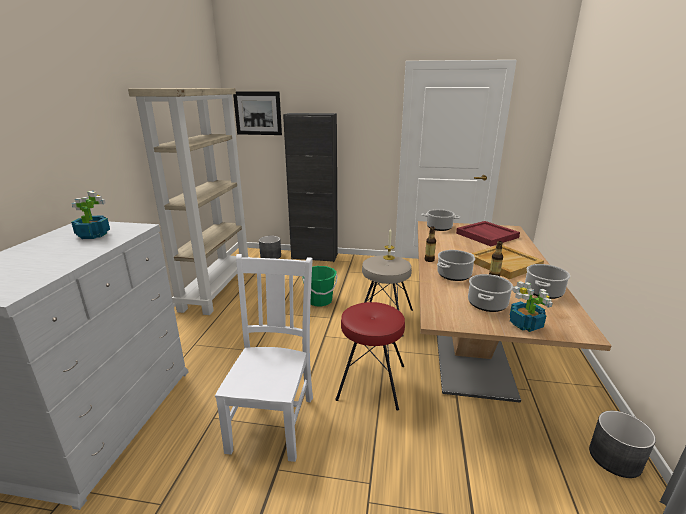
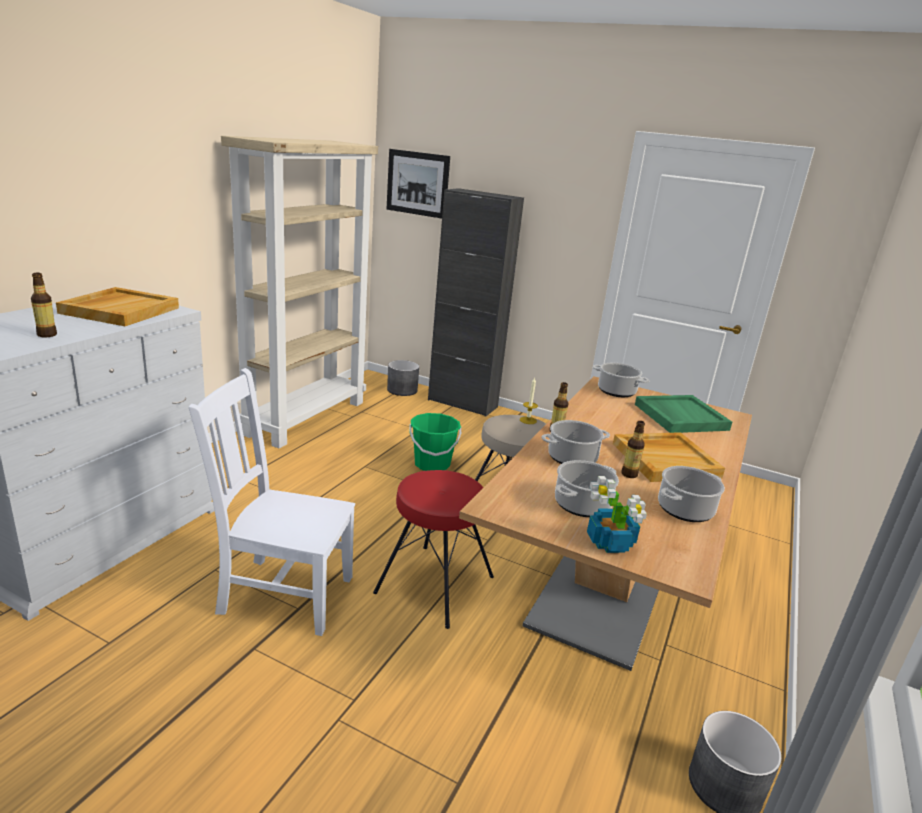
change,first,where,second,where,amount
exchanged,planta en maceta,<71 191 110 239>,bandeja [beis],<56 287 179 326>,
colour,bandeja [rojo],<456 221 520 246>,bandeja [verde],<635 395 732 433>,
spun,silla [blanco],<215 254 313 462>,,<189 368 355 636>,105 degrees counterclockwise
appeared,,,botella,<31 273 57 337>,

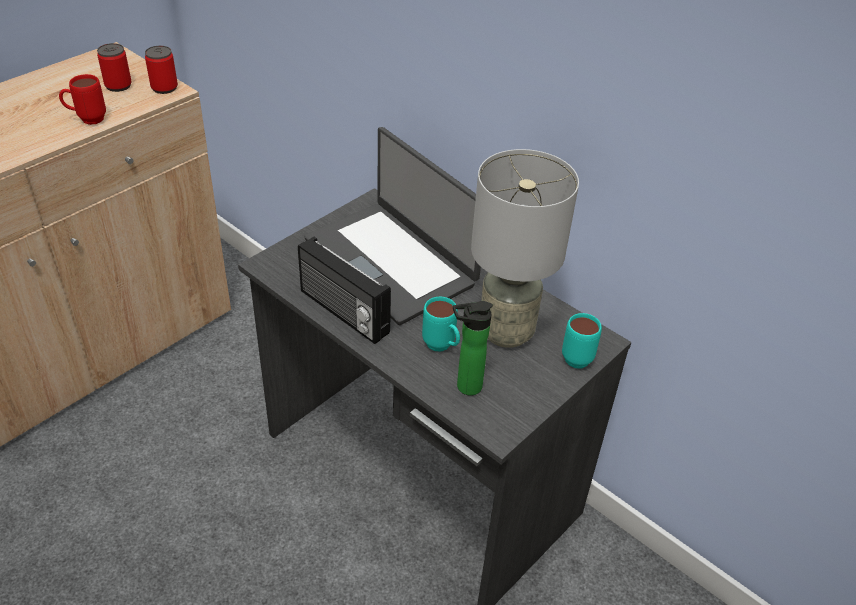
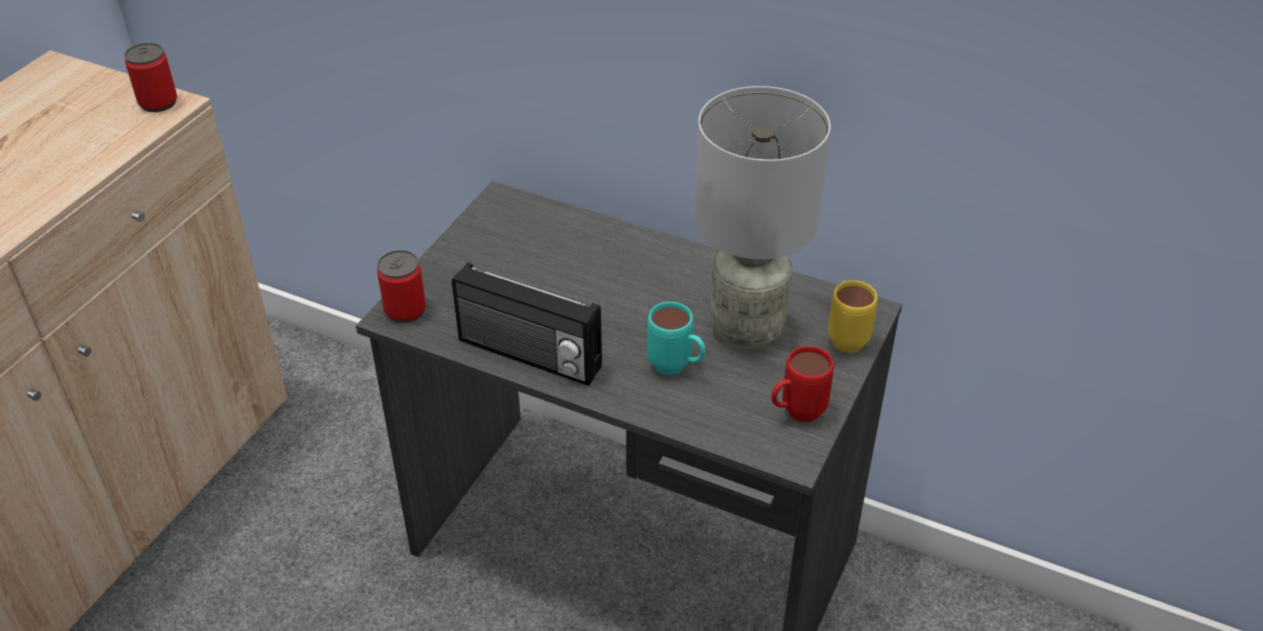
change,first,where,second,where,amount
relocated,lata,<97 43 132 92>,,<377 250 426 323>,
relocated,taza grande [rojo],<59 74 106 125>,,<772 346 834 422>,
missing,portátil,<304 127 481 325>,,,
missing,botella,<453 301 493 396>,,,
colour,taza grande [turquesa],<562 313 602 368>,taza grande [amarillo],<828 280 878 353>,

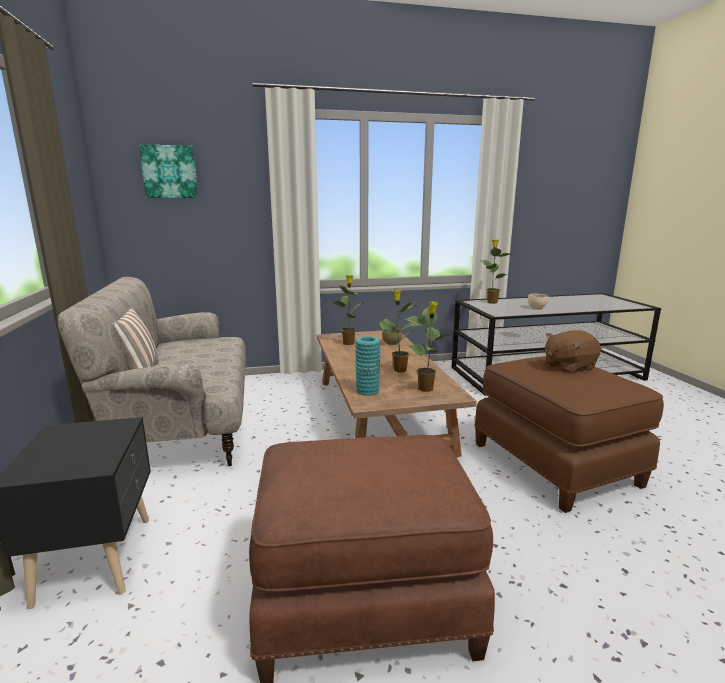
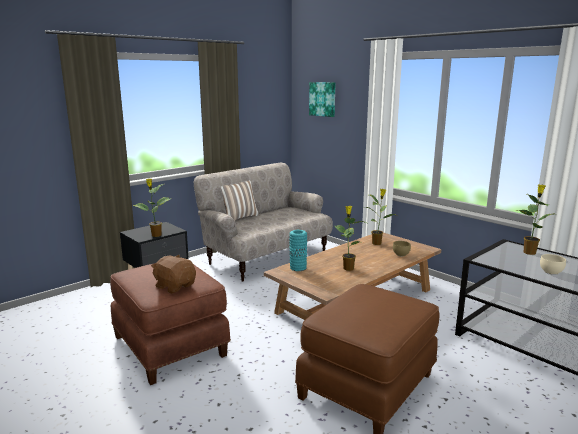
change,first,where,second,where,amount
relocated,planta en maceta,<404 301 451 392>,,<133 179 171 237>,
relocated,peluche [marrón],<545 330 601 374>,,<151 255 196 294>,

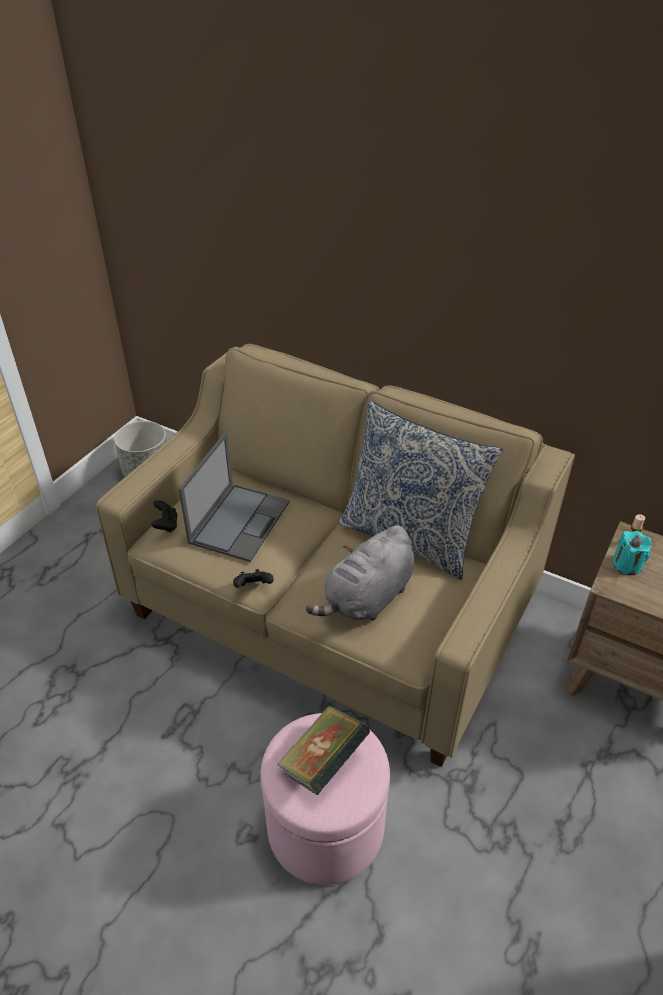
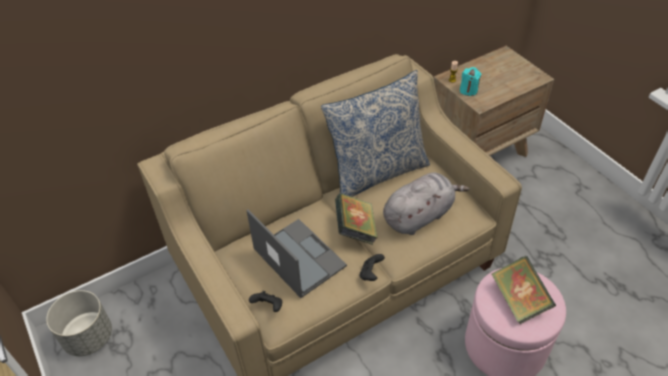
change,first,where,second,where,amount
spun,peluche [gris],<306 526 414 621>,,<383 172 470 235>,105 degrees counterclockwise
appeared,,,libro,<335 193 378 245>,

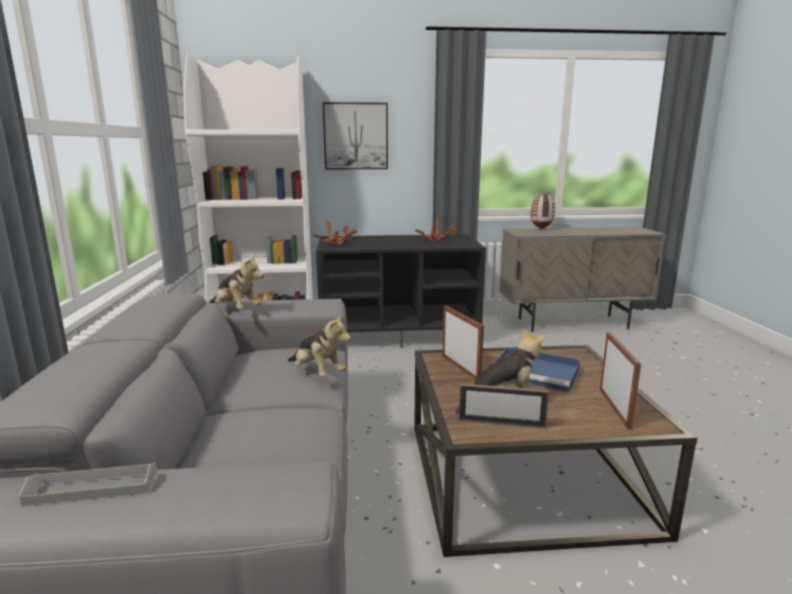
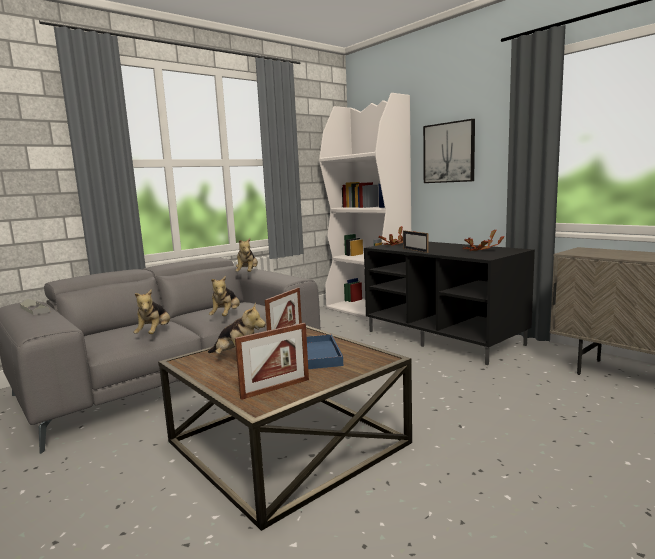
change,first,where,second,where,amount
missing,florero,<530 192 555 229>,,,
relocated,portarretratos,<459 384 549 429>,,<403 230 428 253>,
appeared,,,peluche,<134 289 170 334>,

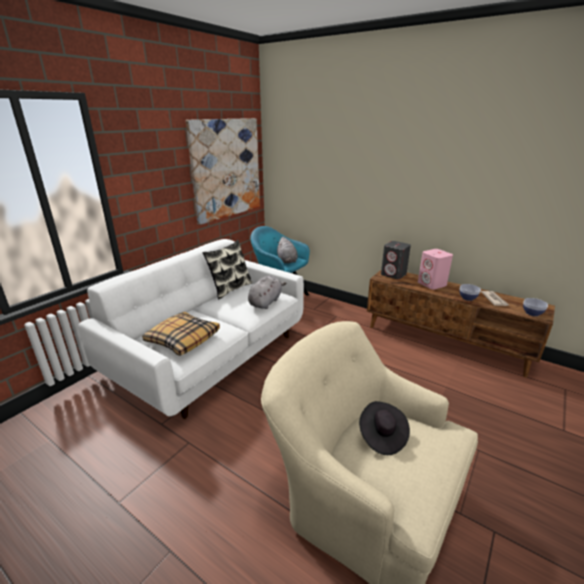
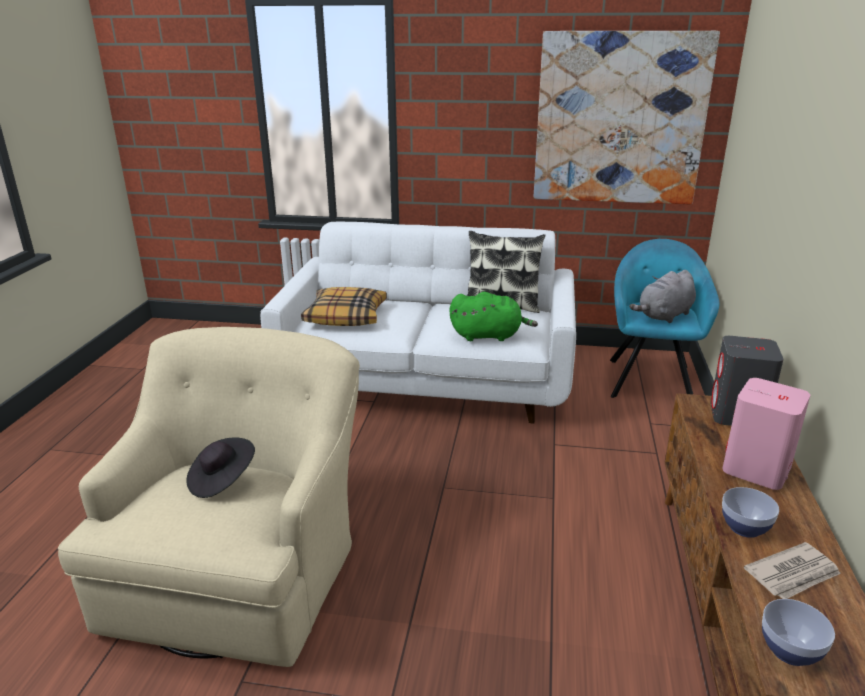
change,first,where,second,where,amount
colour,peluche [gris],<248 275 286 309>,peluche [verde],<449 292 538 341>,

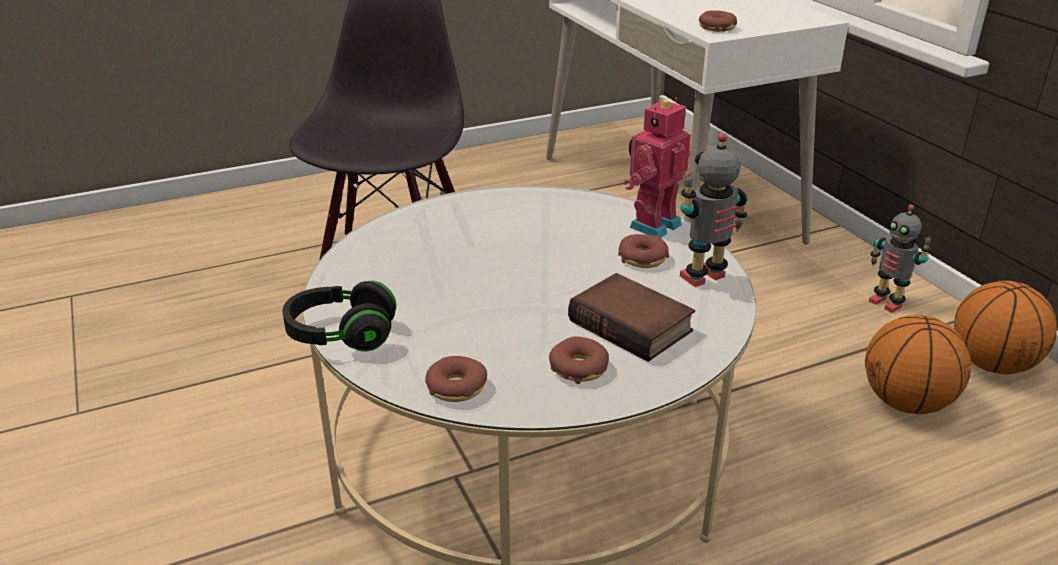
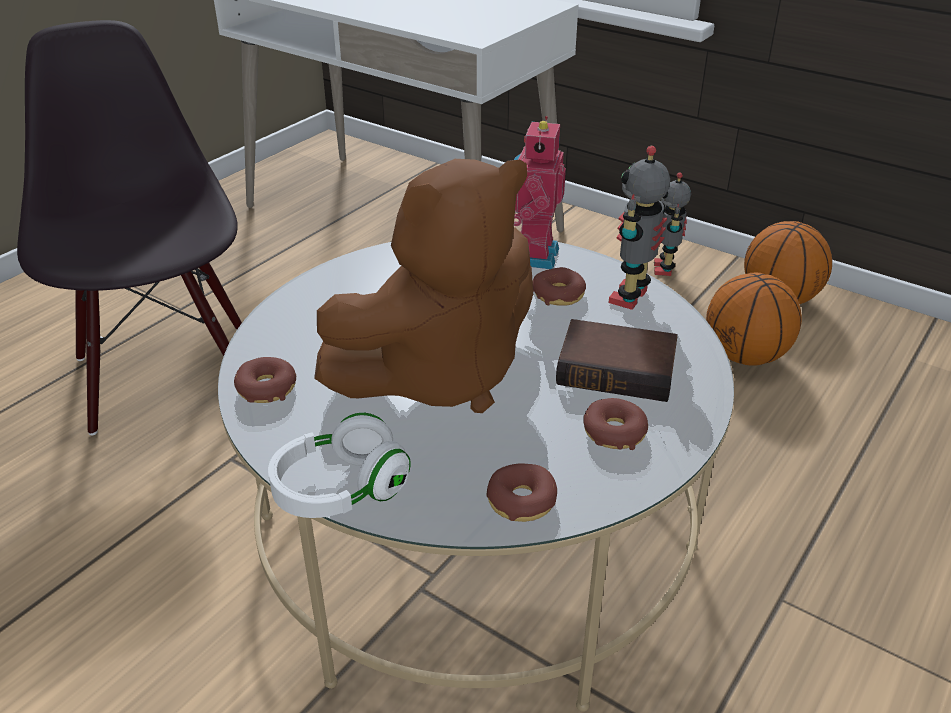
change,first,where,second,where,amount
relocated,rosquilla,<699 11 737 32>,,<234 357 296 403>,
spun,robot de juguete,<869 204 932 313>,,<654 172 691 276>,75 degrees clockwise
colour,auriculares [negro],<282 281 397 352>,auriculares [blanco],<268 413 411 518>,
appeared,,,peluche [marrón],<314 159 533 413>,

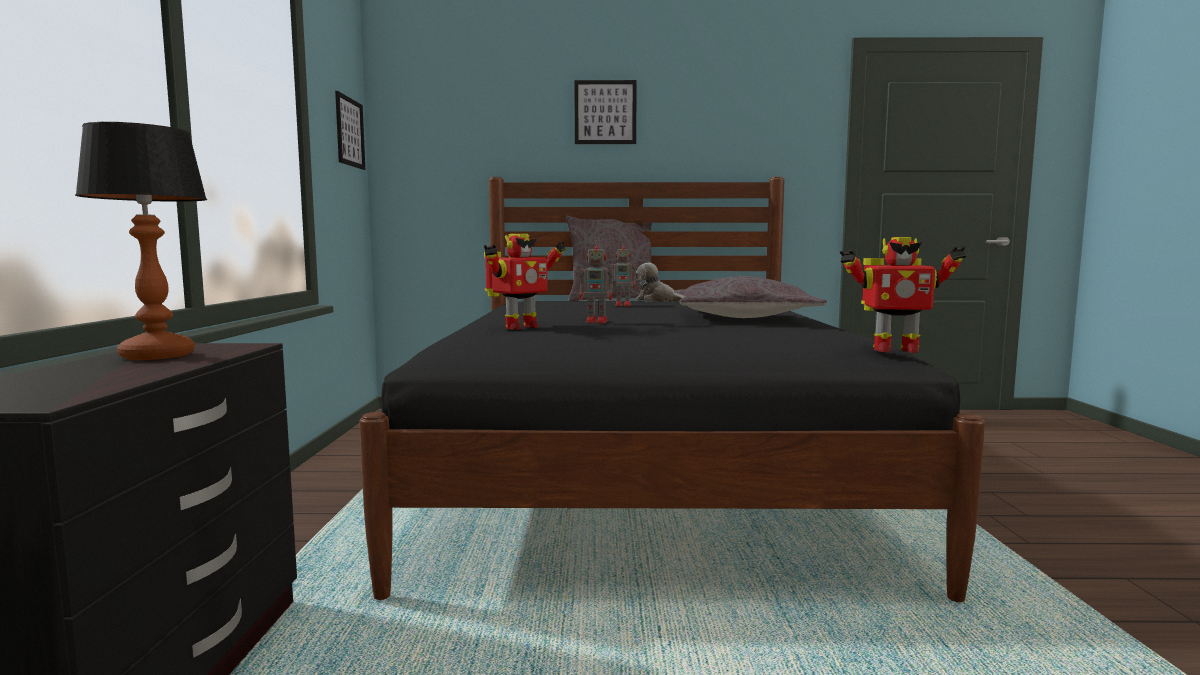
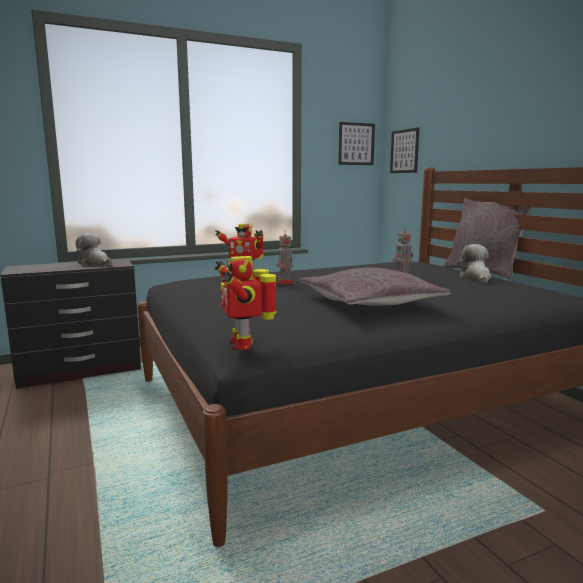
change,first,where,second,where,amount
relocated,cuadro,<574 80 637 144>,,<390 128 419 173>,
exchanged,lámpara de mesa,<75 122 207 360>,peluche,<75 233 112 266>,

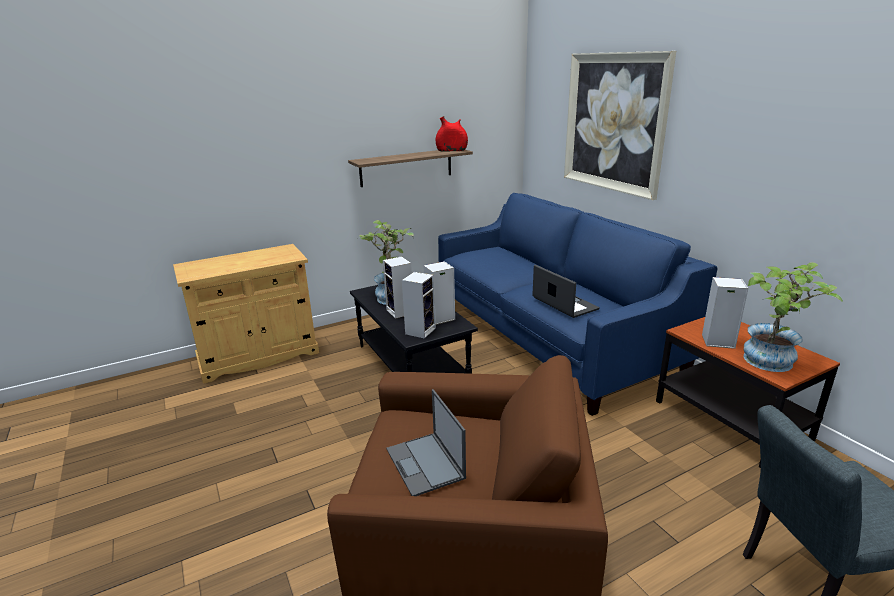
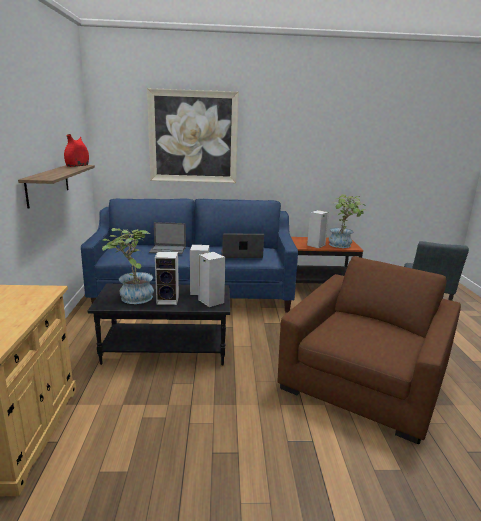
change,first,where,second,where,amount
relocated,portátil,<386 389 466 496>,,<149 222 186 254>,

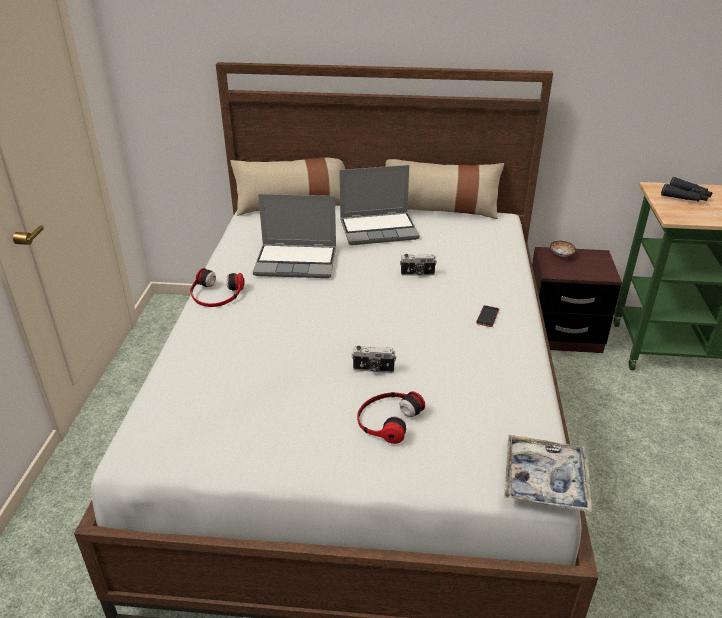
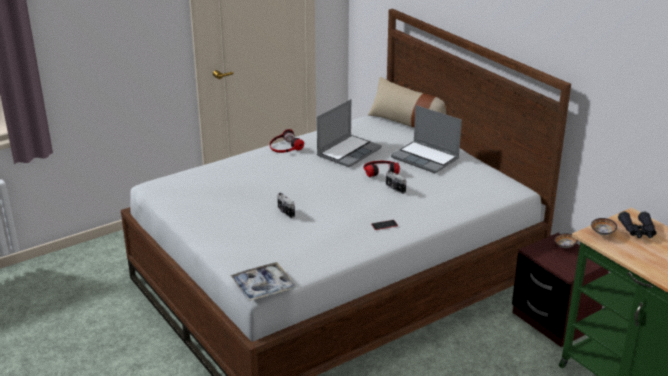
change,first,where,second,where,amount
missing,cojín [beis],<385 159 504 219>,,,
spun,portátil,<253 194 336 278>,,<317 99 382 167>,105 degrees counterclockwise
relocated,auriculares,<357 391 425 444>,,<363 161 400 177>,
appeared,,,cuenco,<591 218 617 235>,

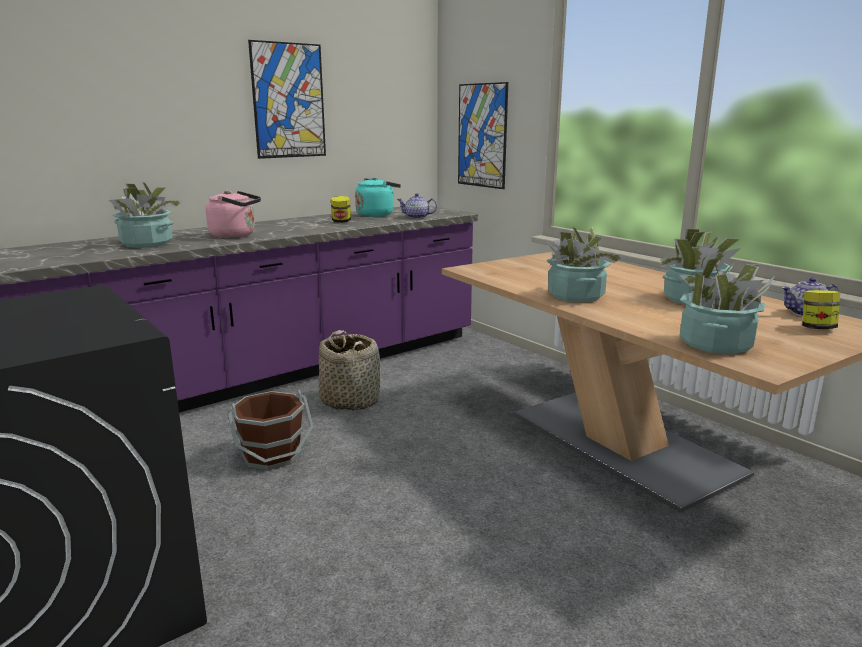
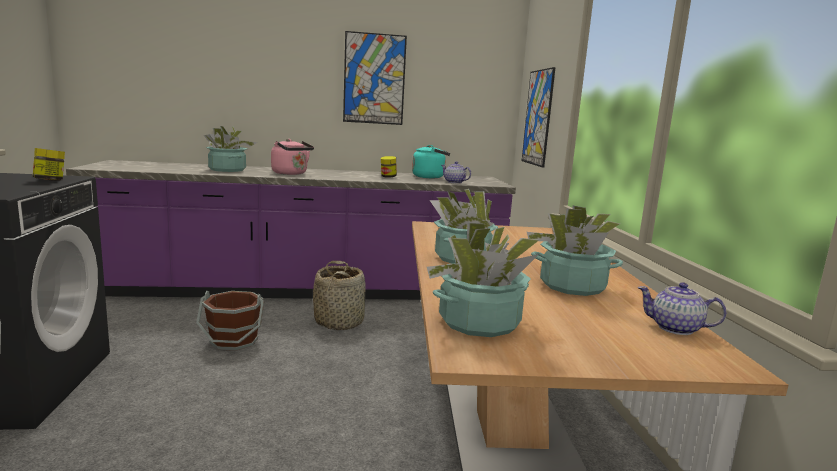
change,first,where,second,where,amount
relocated,tarro,<802 290 840 329>,,<33 148 65 181>,

